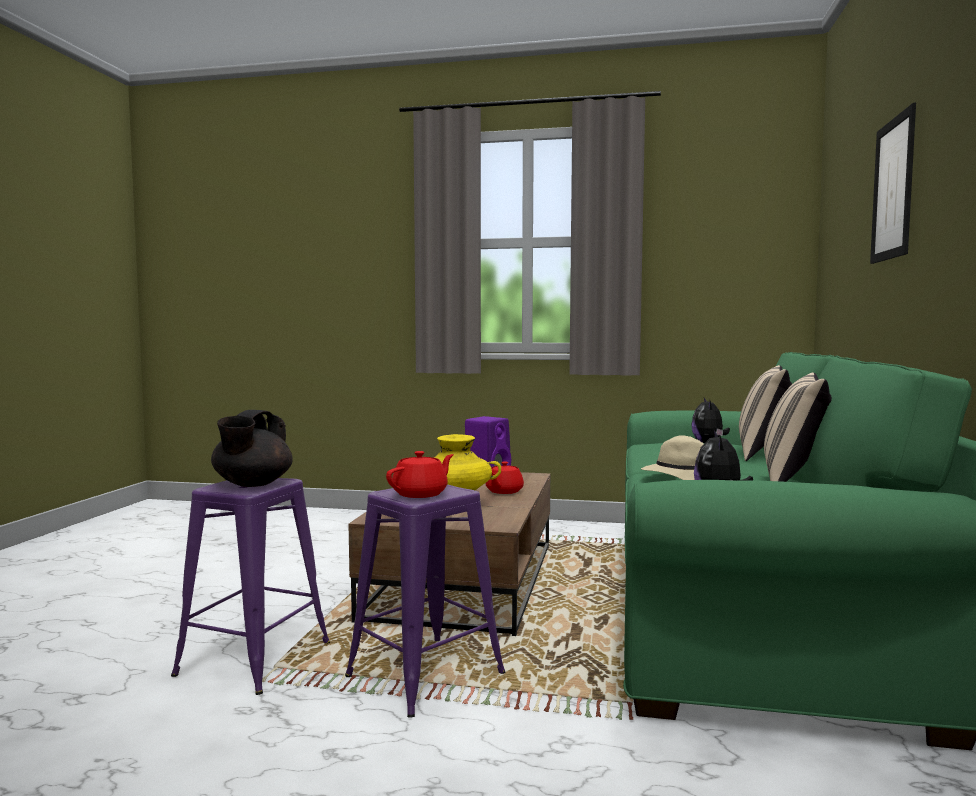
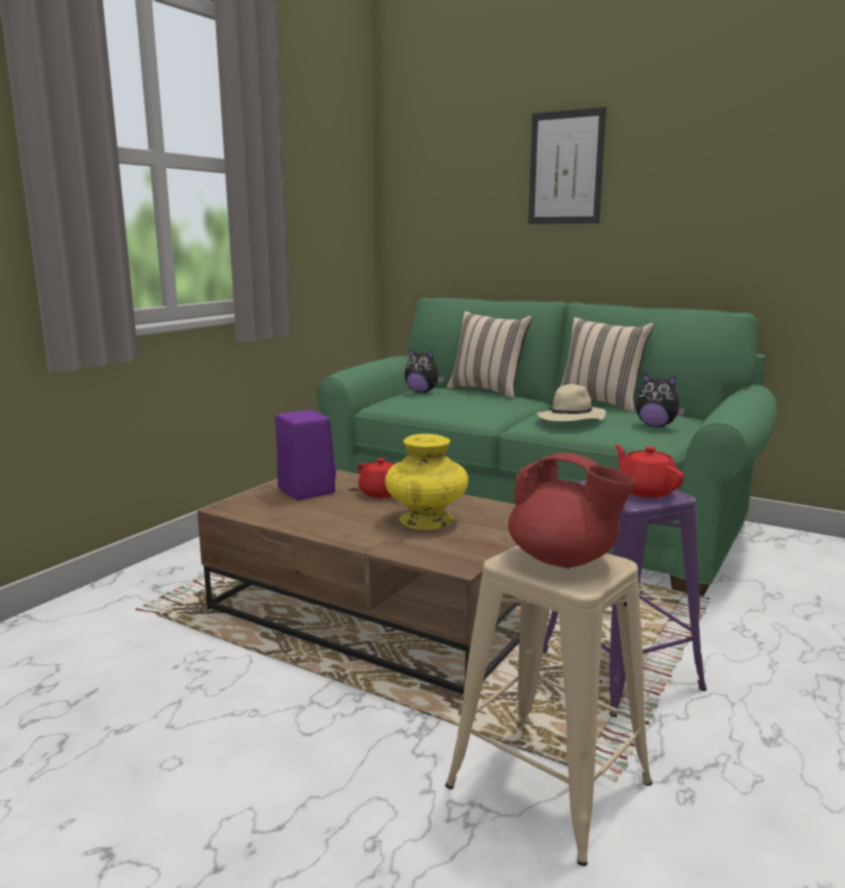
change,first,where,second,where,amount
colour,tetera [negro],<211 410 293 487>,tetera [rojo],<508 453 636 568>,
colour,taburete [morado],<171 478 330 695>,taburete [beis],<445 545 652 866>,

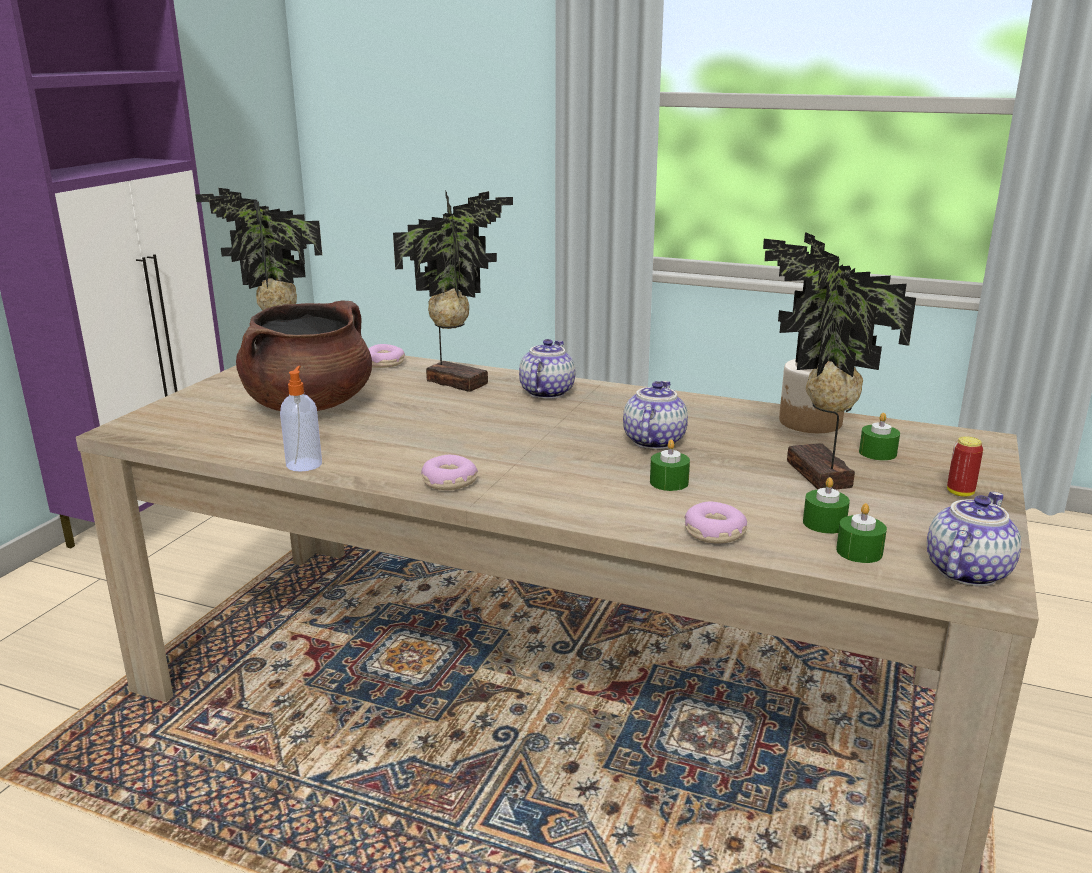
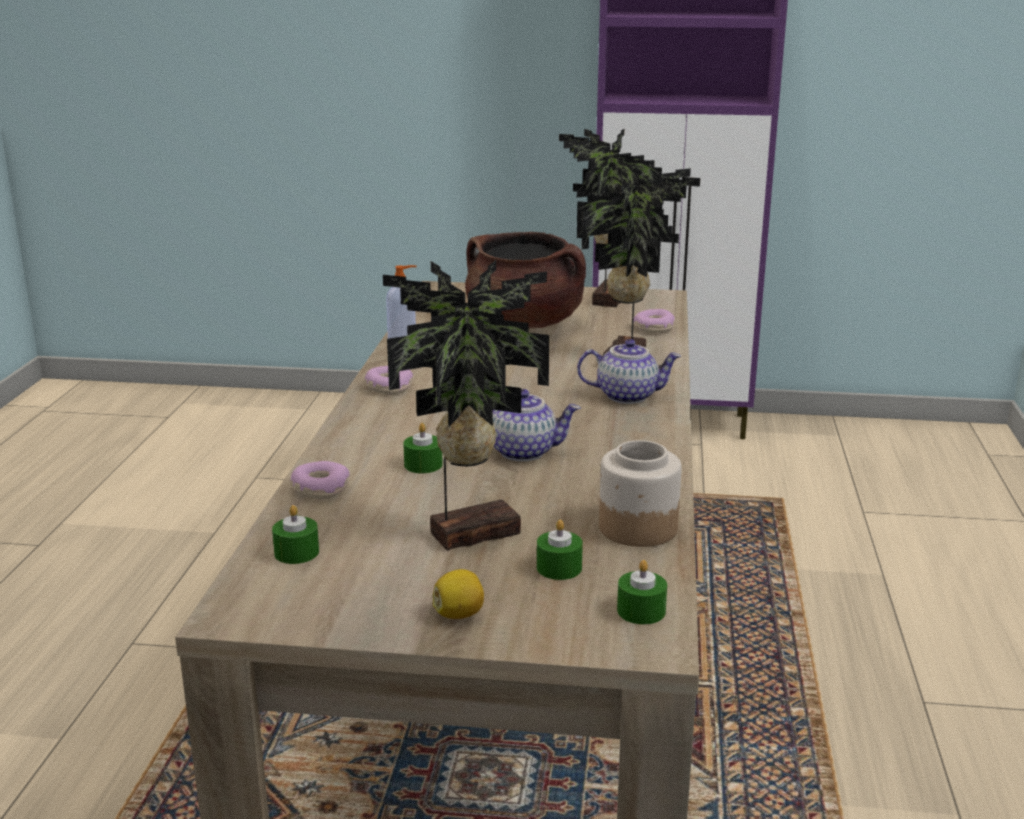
change,first,where,second,where,amount
exchanged,lata,<947 436 983 497>,limón,<433 569 484 619>,
relocated,vela [verde],<803 477 850 534>,,<617 560 667 624>,
missing,tetera,<927 492 1021 586>,,,

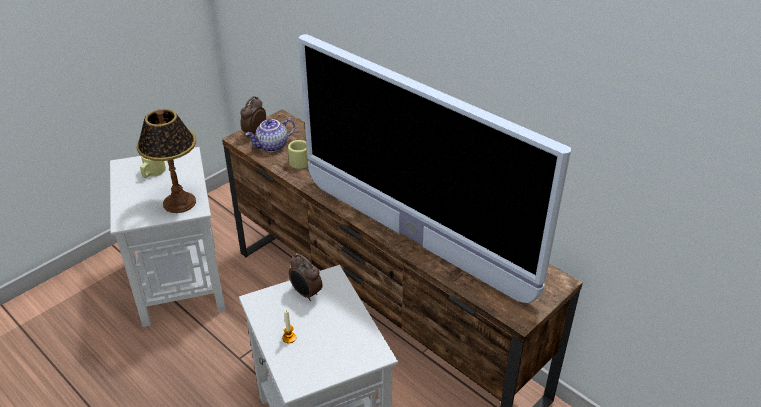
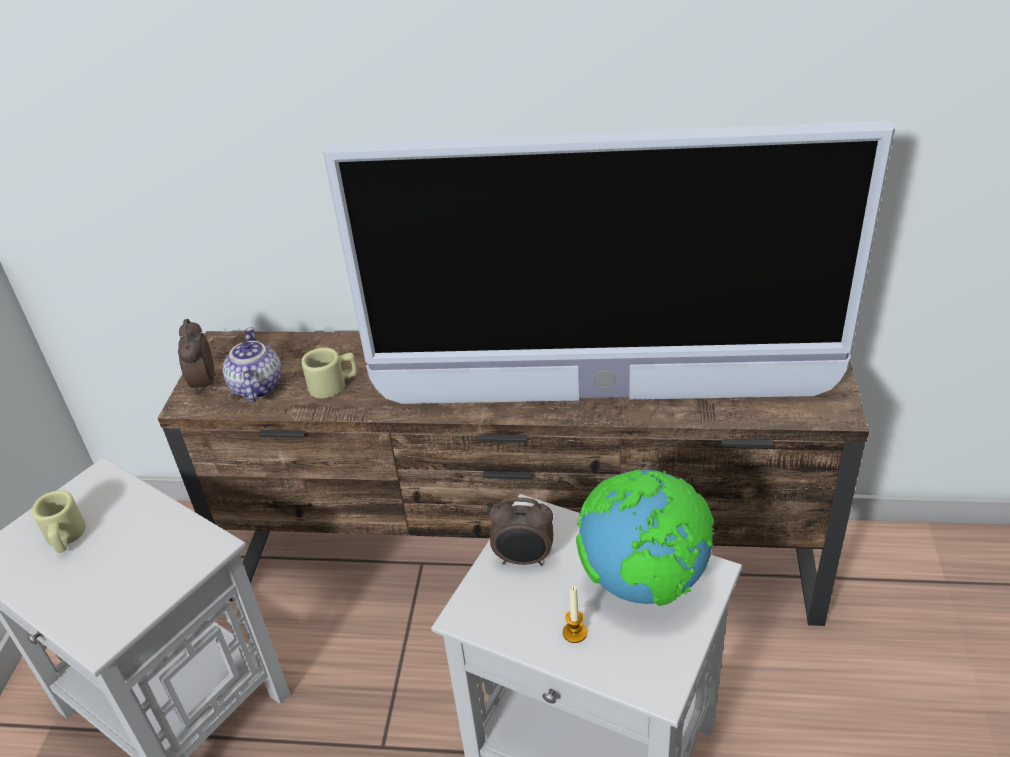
change,first,where,second,where,amount
missing,lámpara de mesa,<137 109 196 213>,,,
spun,tetera,<245 119 295 152>,,<223 327 282 402>,150 degrees clockwise
appeared,,,globo terráqueo,<576 470 715 606>,

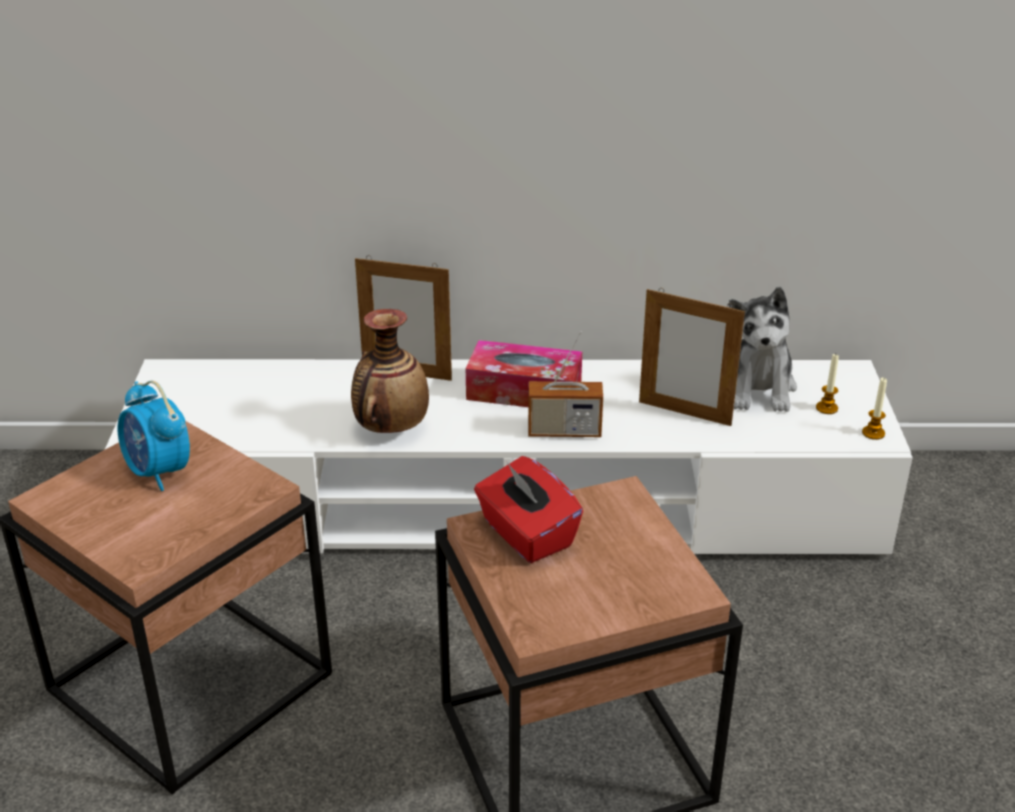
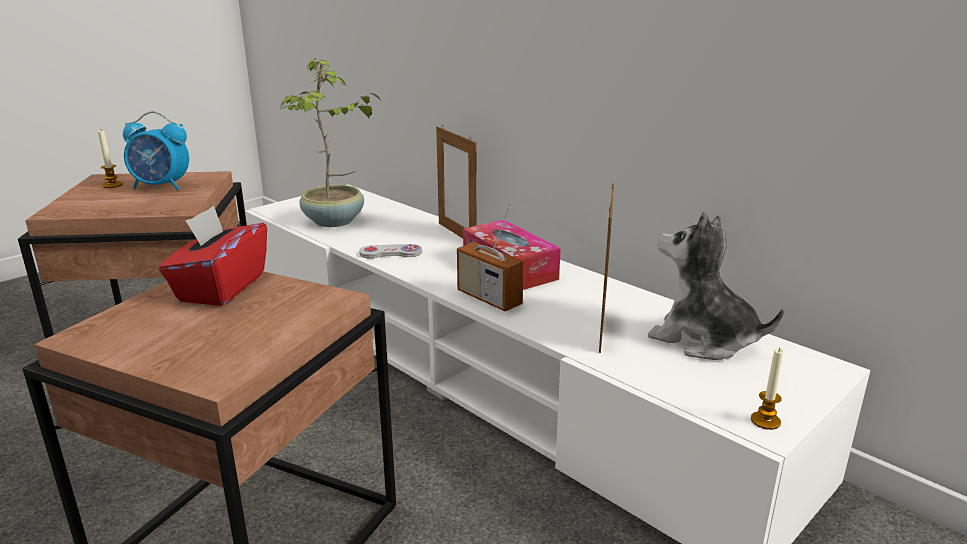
change,first,where,second,where,amount
spun,peluche,<729 287 797 412>,,<648 212 784 360>,75 degrees clockwise
spun,portarretratos,<639 288 745 426>,,<599 183 614 353>,150 degrees counterclockwise
exchanged,florero,<351 309 429 433>,mando de consola [blanco],<359 244 422 259>,
relocated,vela,<816 354 839 414>,,<98 131 123 188>,
spun,despertador,<117 381 190 491>,,<123 111 189 190>,90 degrees counterclockwise
appeared,,,planta en maceta,<280 58 380 227>,

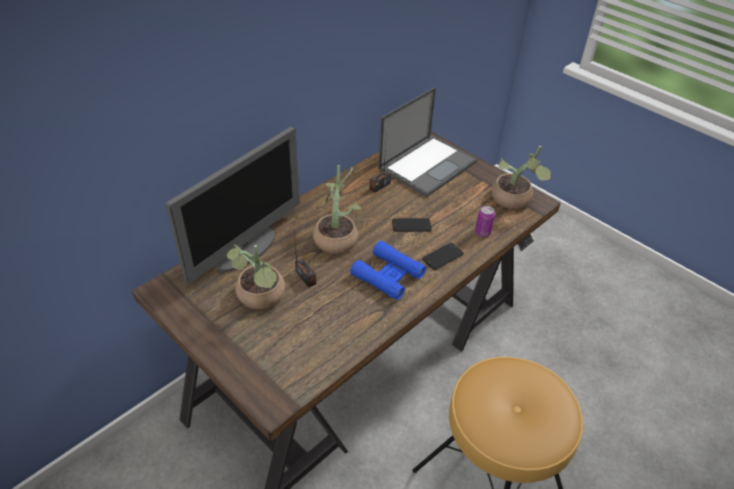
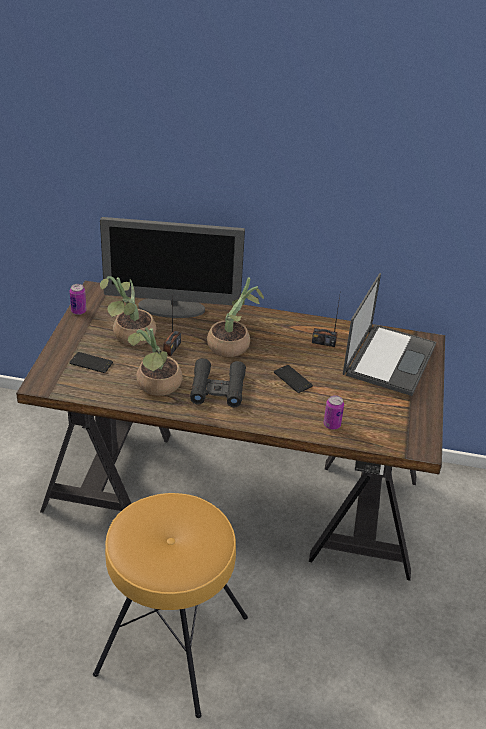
change,first,where,second,where,amount
spun,portátil,<378 87 477 197>,,<343 273 436 396>,75 degrees counterclockwise
relocated,planta en maceta,<491 146 552 209>,,<128 327 182 396>,
colour,prismáticos [azul],<350 241 426 300>,prismáticos [negro],<190 358 246 407>,
relocated,móvil,<422 243 464 270>,,<69 352 113 373>,
appeared,,,lata,<69 284 87 315>,

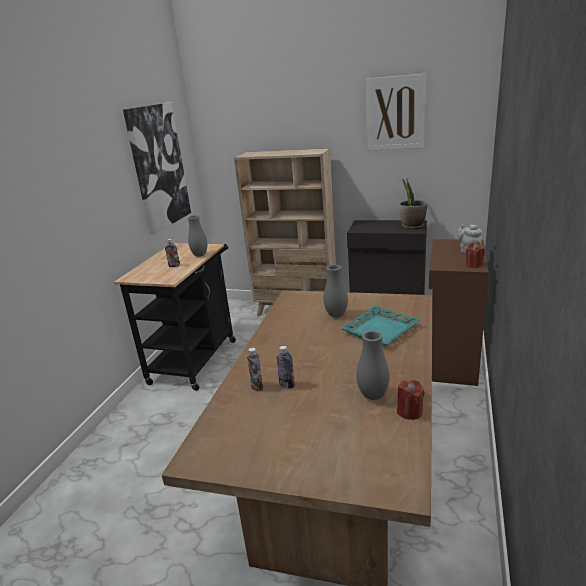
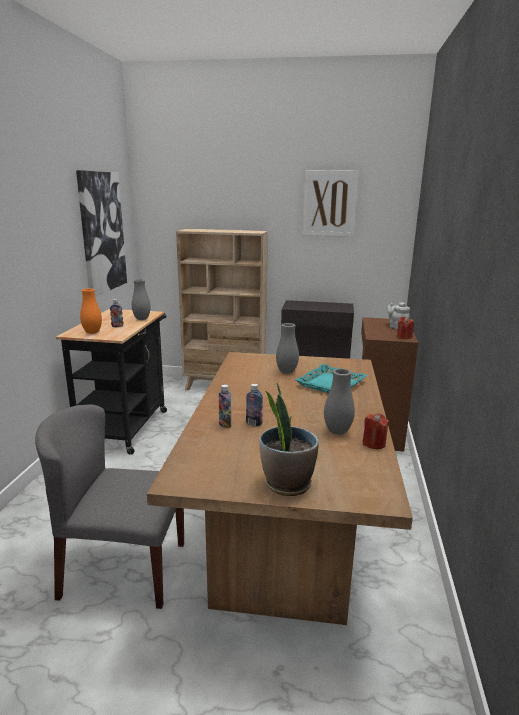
change,first,where,second,where,amount
relocated,planta en maceta,<399 179 427 229>,,<260 382 319 496>,
appeared,,,florero [naranja],<80 288 102 334>,
appeared,,,silla [gris],<35 404 184 609>,

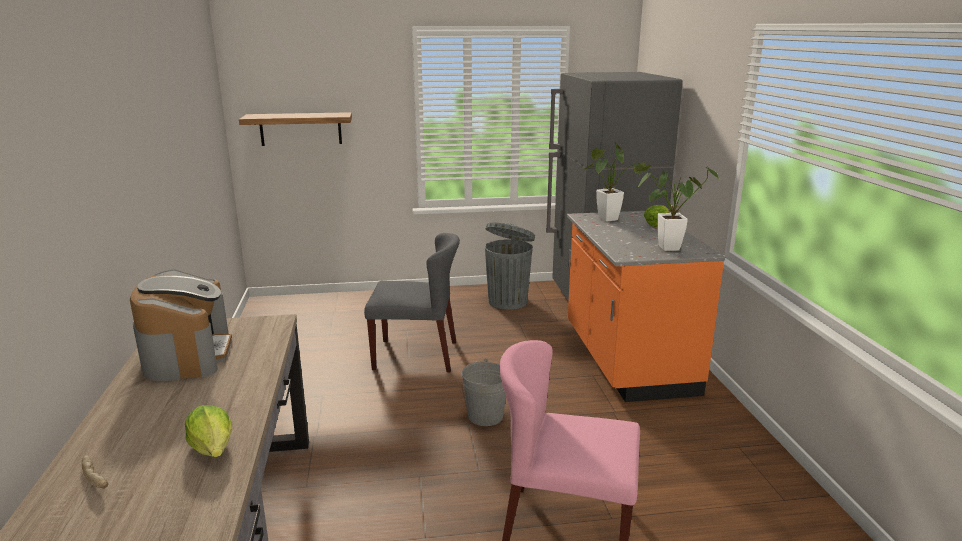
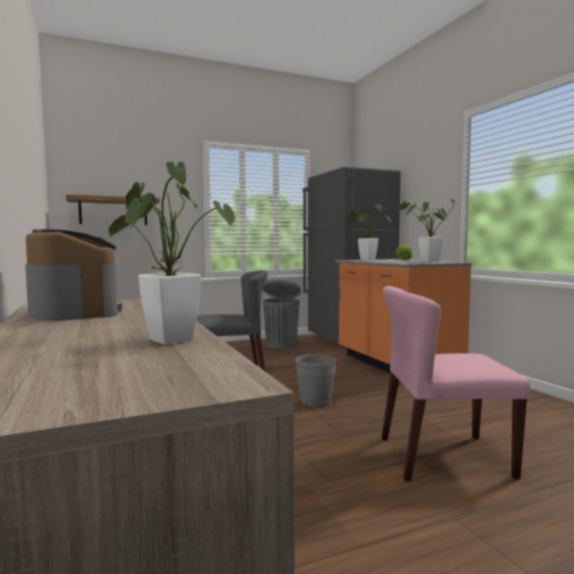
change,first,where,second,where,amount
exchanged,lechuga,<185 405 232 457>,planta en maceta,<108 162 235 345>,
missing,pan,<82 456 108 488>,,,

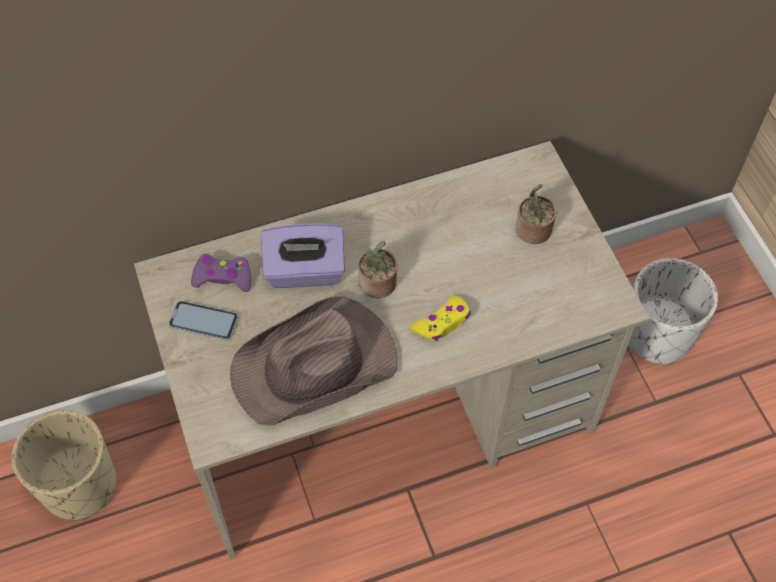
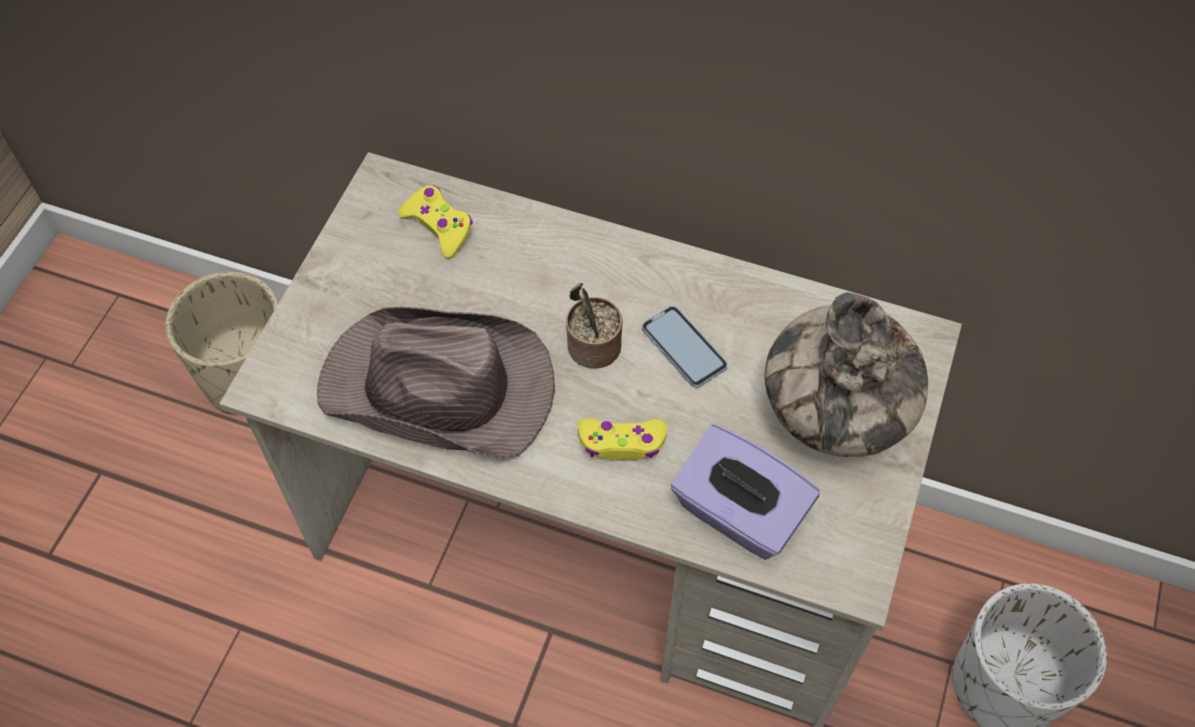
change,first,where,second,where,amount
exchanged,planta en maceta,<516 184 556 244>,florero,<764 292 928 457>,
relocated,caja de pañuelos [morado],<261 223 345 288>,,<671 425 820 560>,
colour,mando de consola [morado],<191 254 251 292>,mando de consola [amarillo],<398 185 473 259>,
relocated,móvil,<169 301 238 340>,,<642 306 728 388>,

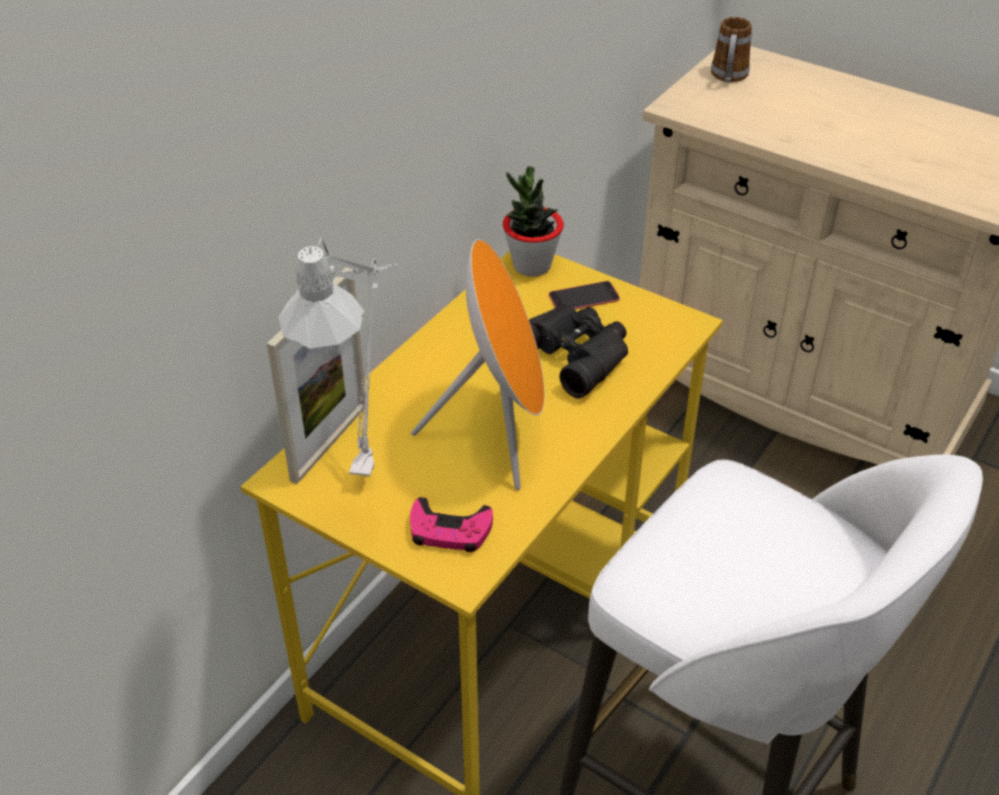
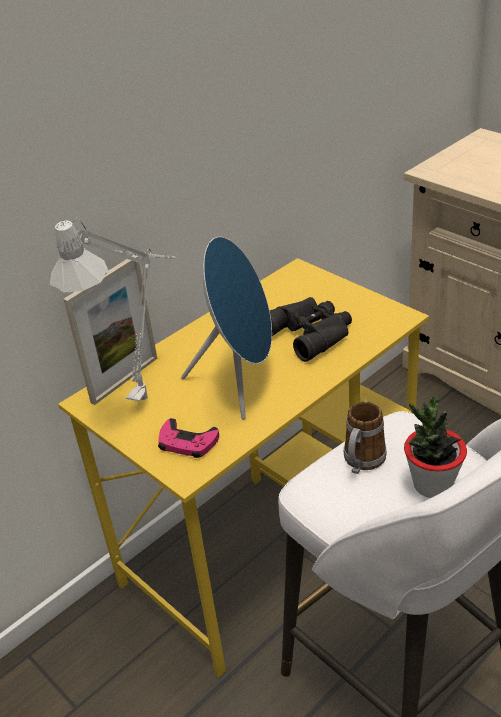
change,first,where,second,where,amount
relocated,taza grande,<711 17 752 83>,,<344 401 387 474>,
relocated,planta en maceta,<503 166 564 277>,,<404 397 467 498>,
colour,altavoz [naranja],<411 239 545 490>,altavoz [azul],<181 237 272 420>,
missing,móvil,<549 281 620 309>,,,

